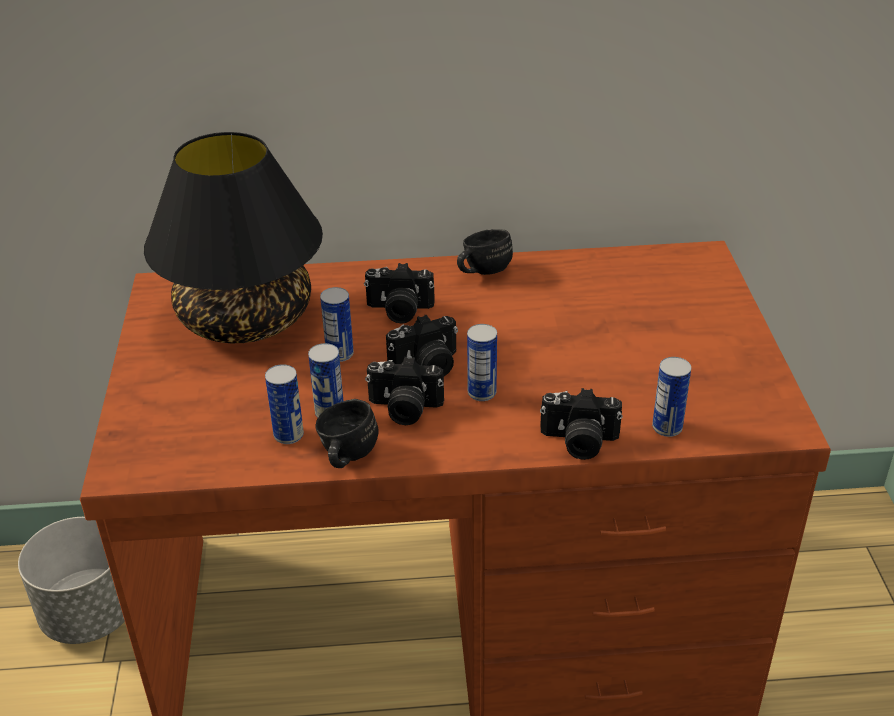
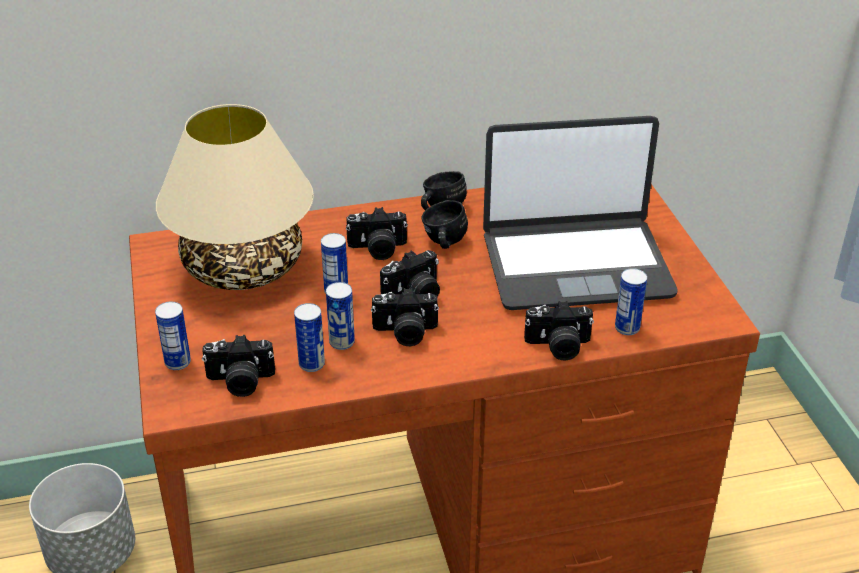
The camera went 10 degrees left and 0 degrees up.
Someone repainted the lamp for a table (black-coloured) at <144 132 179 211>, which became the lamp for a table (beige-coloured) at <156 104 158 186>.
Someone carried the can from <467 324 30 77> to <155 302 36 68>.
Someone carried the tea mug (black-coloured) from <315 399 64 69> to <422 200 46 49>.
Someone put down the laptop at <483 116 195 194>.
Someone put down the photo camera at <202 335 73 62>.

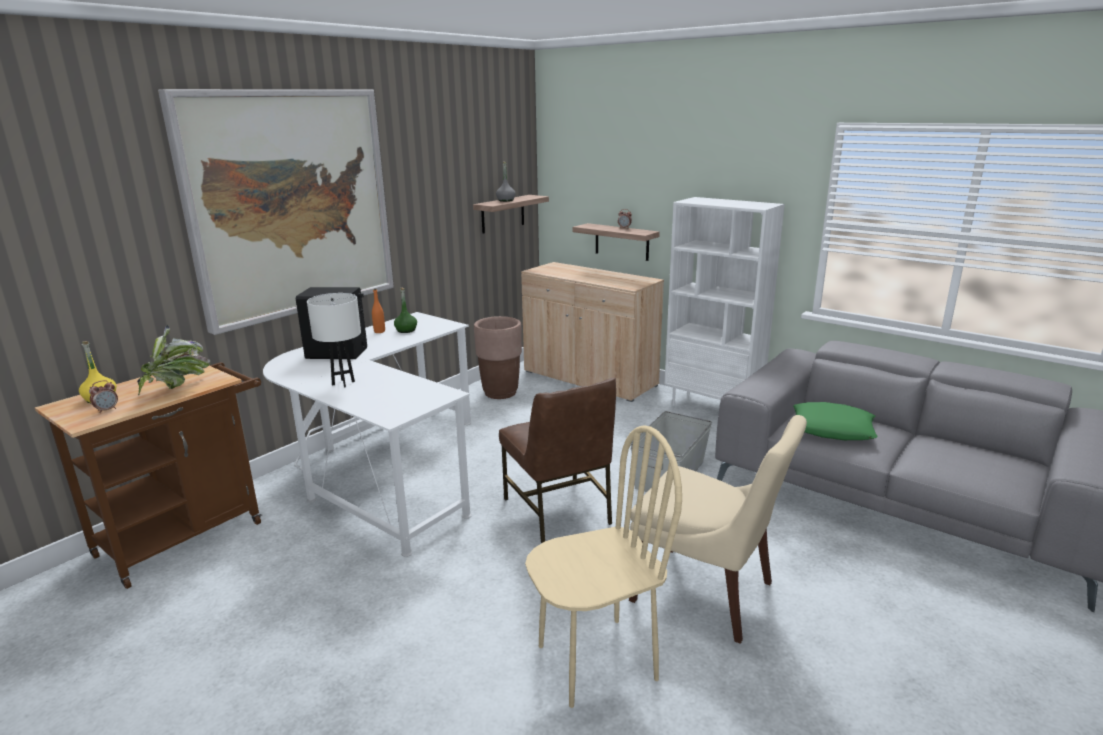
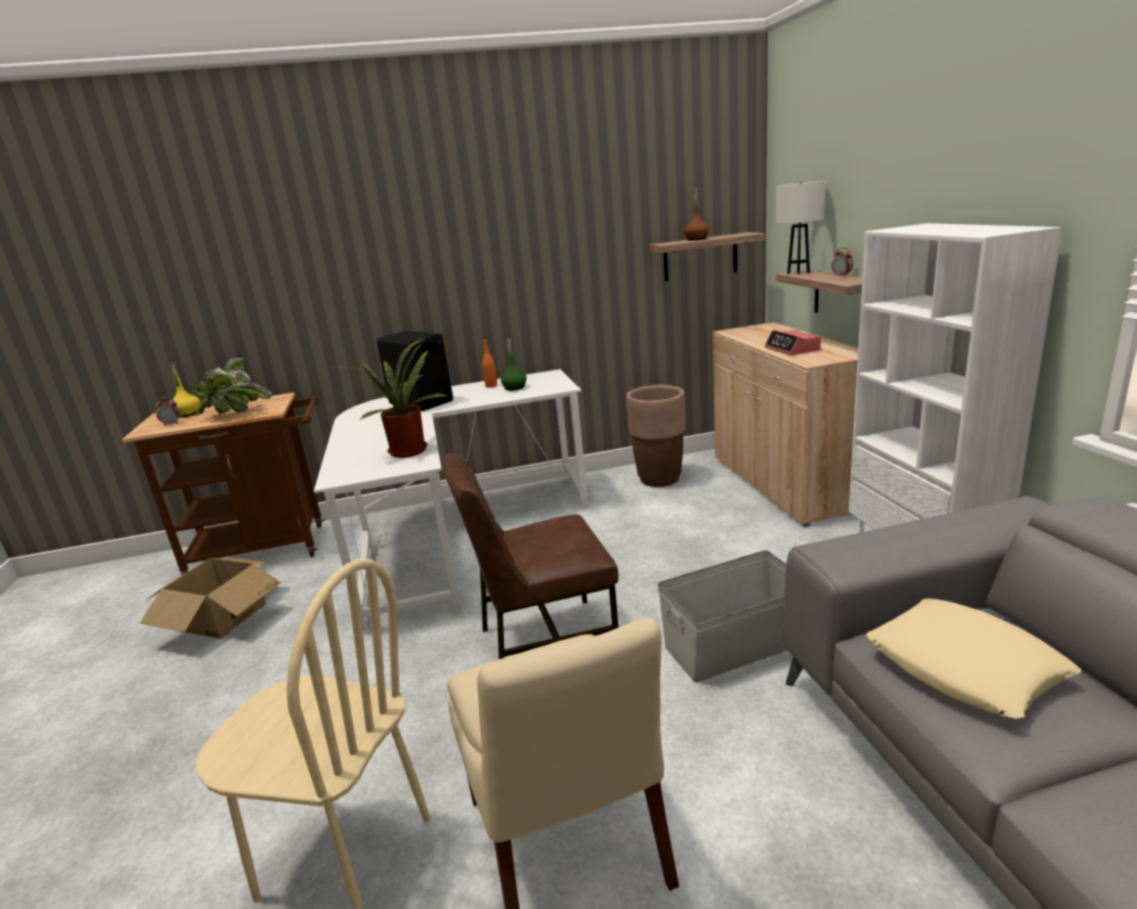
The camera went 40 degrees right and 0 degrees up.
Someone took away the wall picture at <158 89 236 246>.
Someone repainted the beverage bottle (greyish) at <496 162 20 40>, which became the beverage bottle (brown) at <684 188 25 53>.
Someone carried the lamp for a table (white) from <307 293 54 95> to <776 181 50 94>.
Someone rotated the chair (brown) at <499 378 117 165> by 60 degrees clockwise.
Someone repainted the cushion (green) at <793 402 85 38>, which became the cushion (beige-coloured) at <866 599 215 120>.
Someone put down the table clock at <765 329 56 26>.
Someone put down the houseplant at <330 338 119 120>.
Someone put down the cardboard box at <140 558 141 81>.

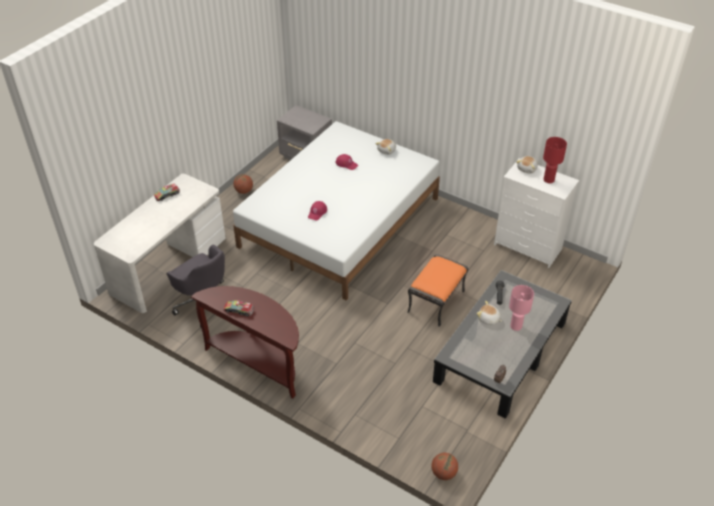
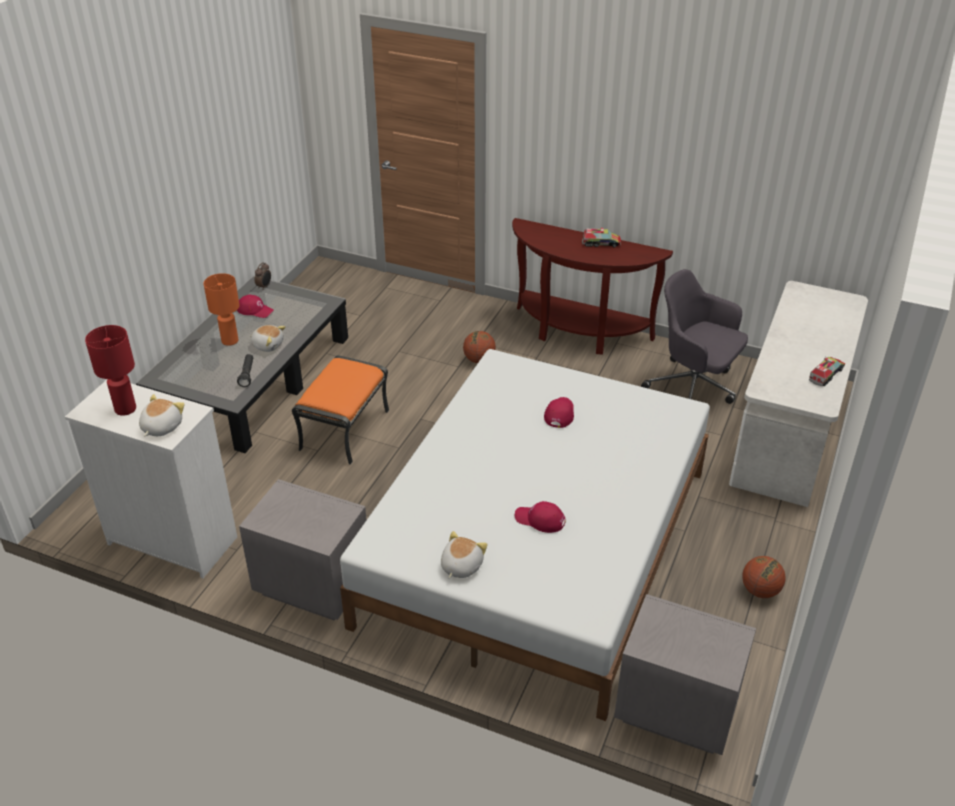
The camera went 170 degrees right and 5 degrees down.
Someone repainted the lamp for a table (pink-coloured) at <509 285 25 46>, which became the lamp for a table (orange-coloured) at <203 273 36 73>.
Someone carried the ball for basketball from <432 453 26 27> to <463 331 33 32>.
Someone put down the baseball cap (red-coloured) at <236 295 38 23>.
Someone put down the nightstand (greyish) at <239 479 127 141>.

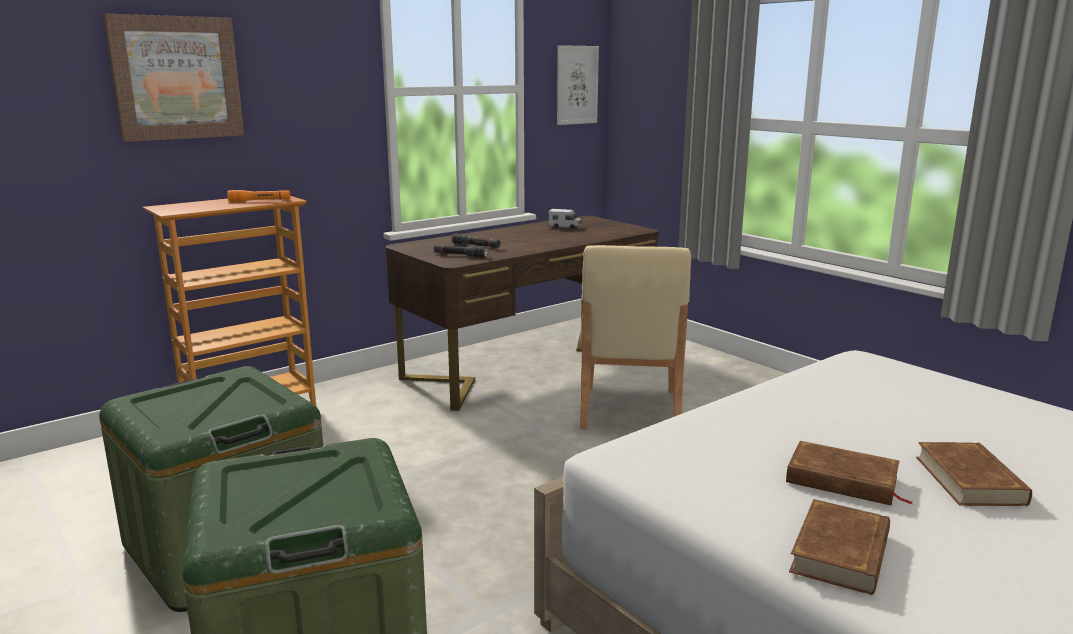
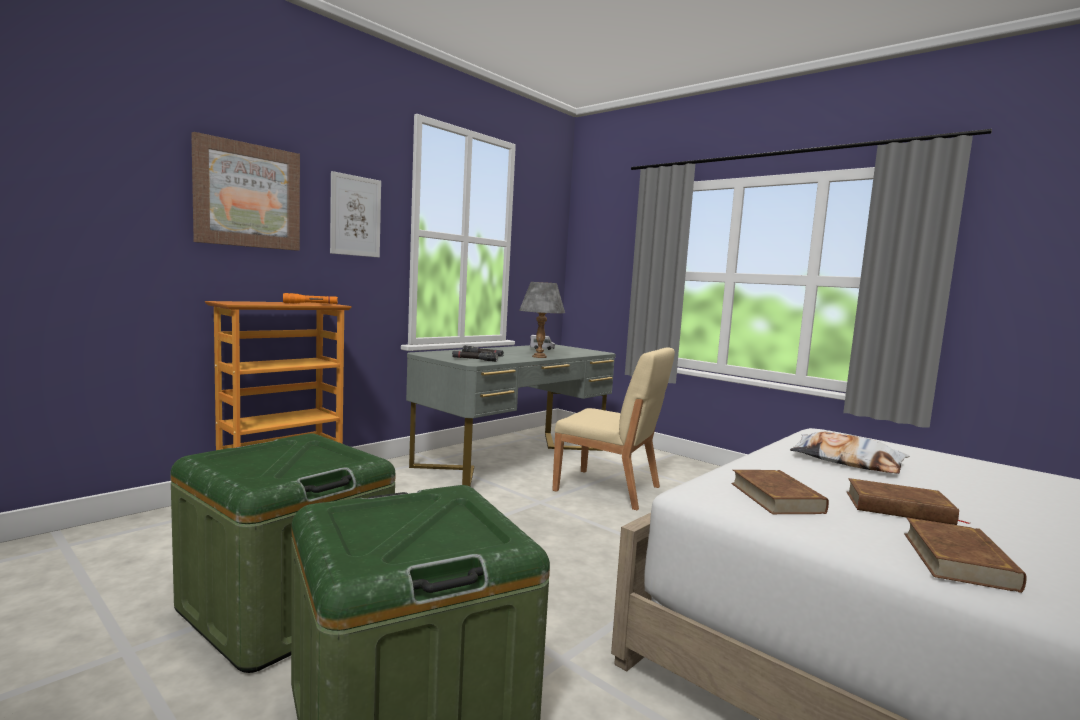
The camera went 10 degrees left and 10 degrees down.
Someone carried the wall picture from <557 45 42 80> to <330 171 51 86>.
Someone repainted the desk table (brown) at <385 216 274 195>, which became the desk table (greyish) at <406 344 210 142>.
Someone rotated the chair (beige-coloured) at <580 245 111 185> by 60 degrees counterclockwise.
Someone carried the bound book (brown) from <916 442 116 64> to <731 470 98 44>.
Someone put down the lamp for a table (greyish) at <519 282 46 76>.
Someone put down the cushion at <790 432 119 42>.

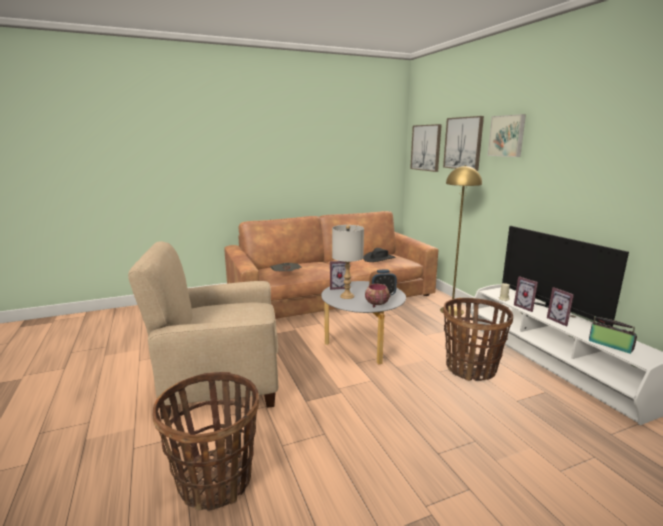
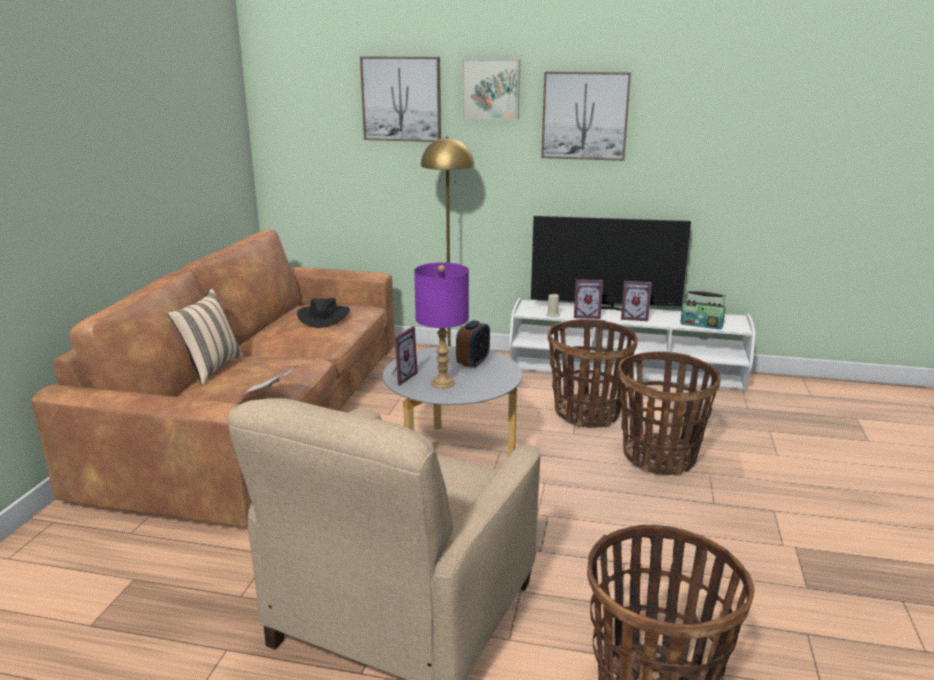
The camera went 55 degrees left and 5 degrees up.
Someone carried the wall picture from <410 124 32 48> to <541 72 90 89>.
Someone repainted the lamp for a table (greyish) at <332 225 32 74>, which became the lamp for a table (purplish) at <414 262 55 127>.
Someone took away the deep dish at <365 284 25 23>.
Someone rotated the radio at <589 316 48 38> by 150 degrees counterclockwise.
Someone put down the cushion (beige-coloured) at <167 289 76 96>.
Someone put down the storage basket at <618 352 103 124>.

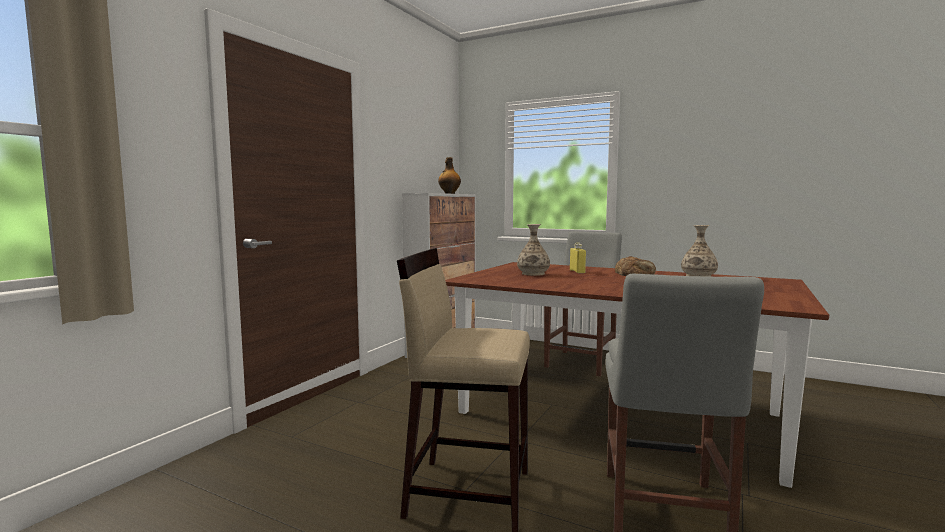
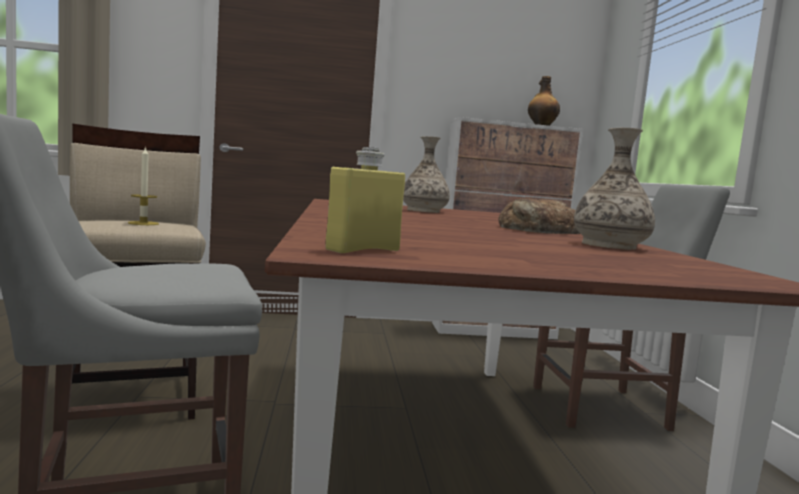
The camera went 55 degrees right and 0 degrees up.
Someone carried the beverage bottle (yellow-coloured) from <570 243 16 30> to <325 147 80 106>.
Someone put down the wax candle at <128 146 31 79>.

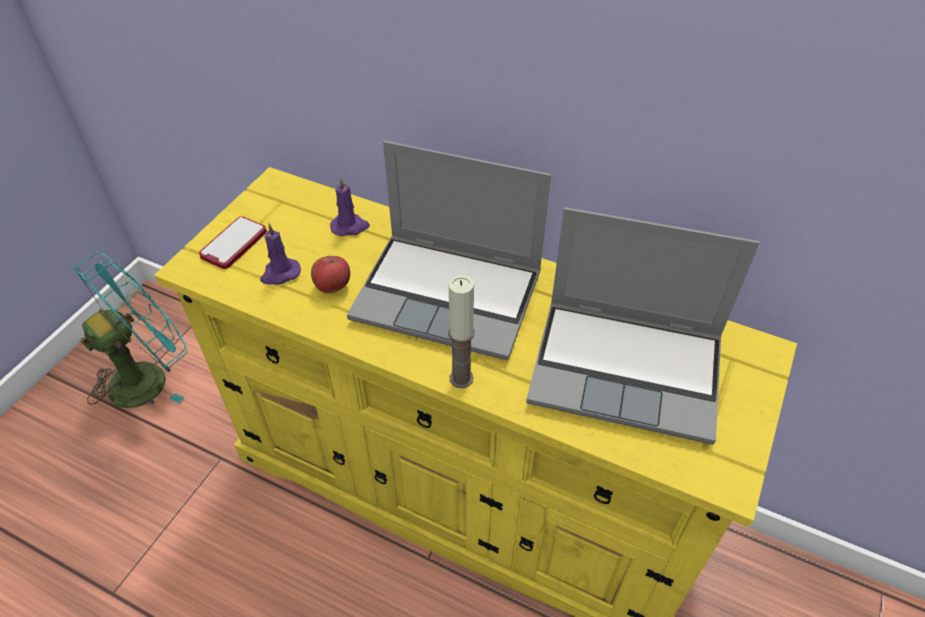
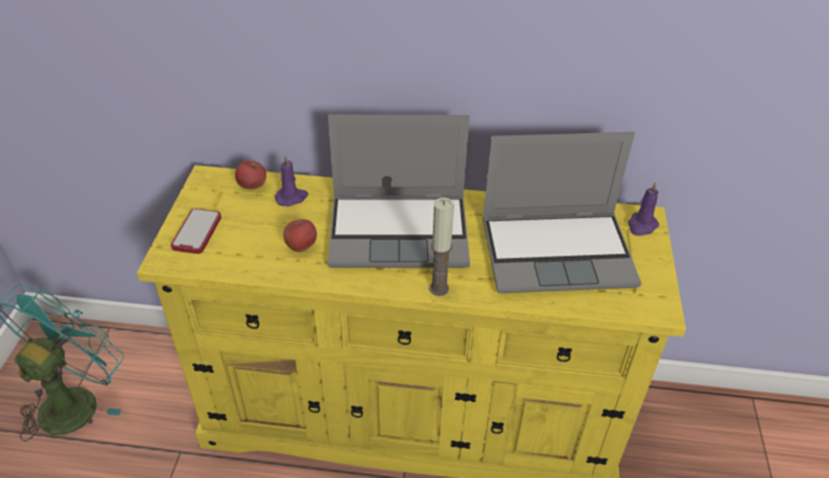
The camera went 20 degrees left and 5 degrees down.
Someone carried the wax candle (purplish) from <260 223 41 62> to <628 182 31 54>.
Someone put down the apple fruit at <235 160 31 29>.

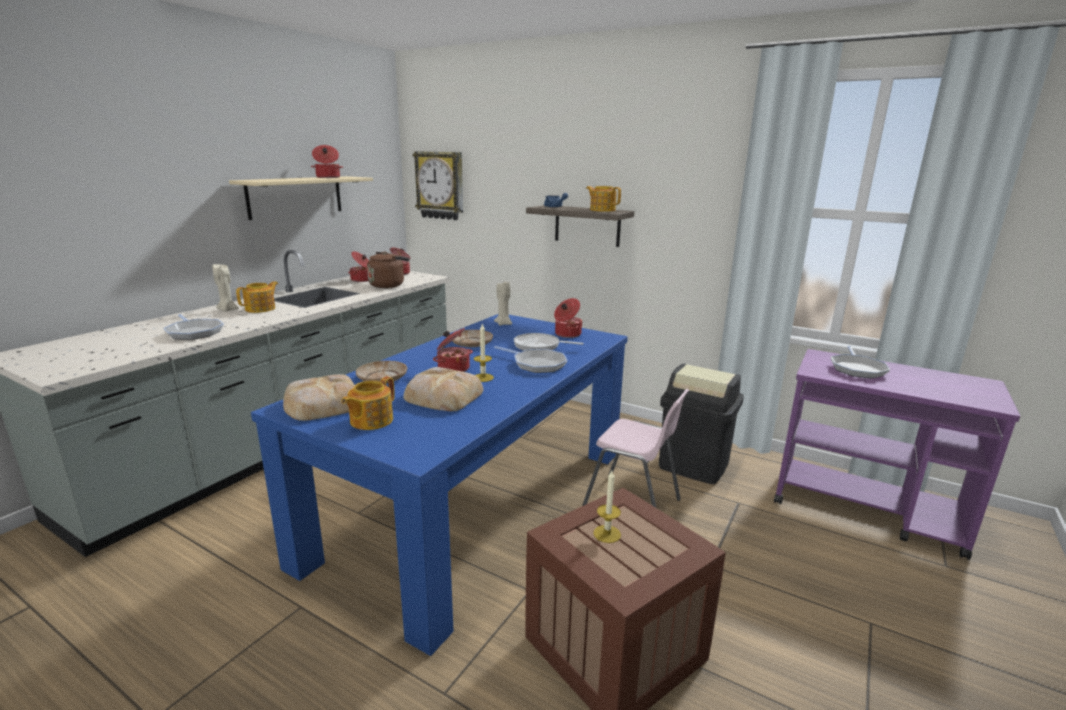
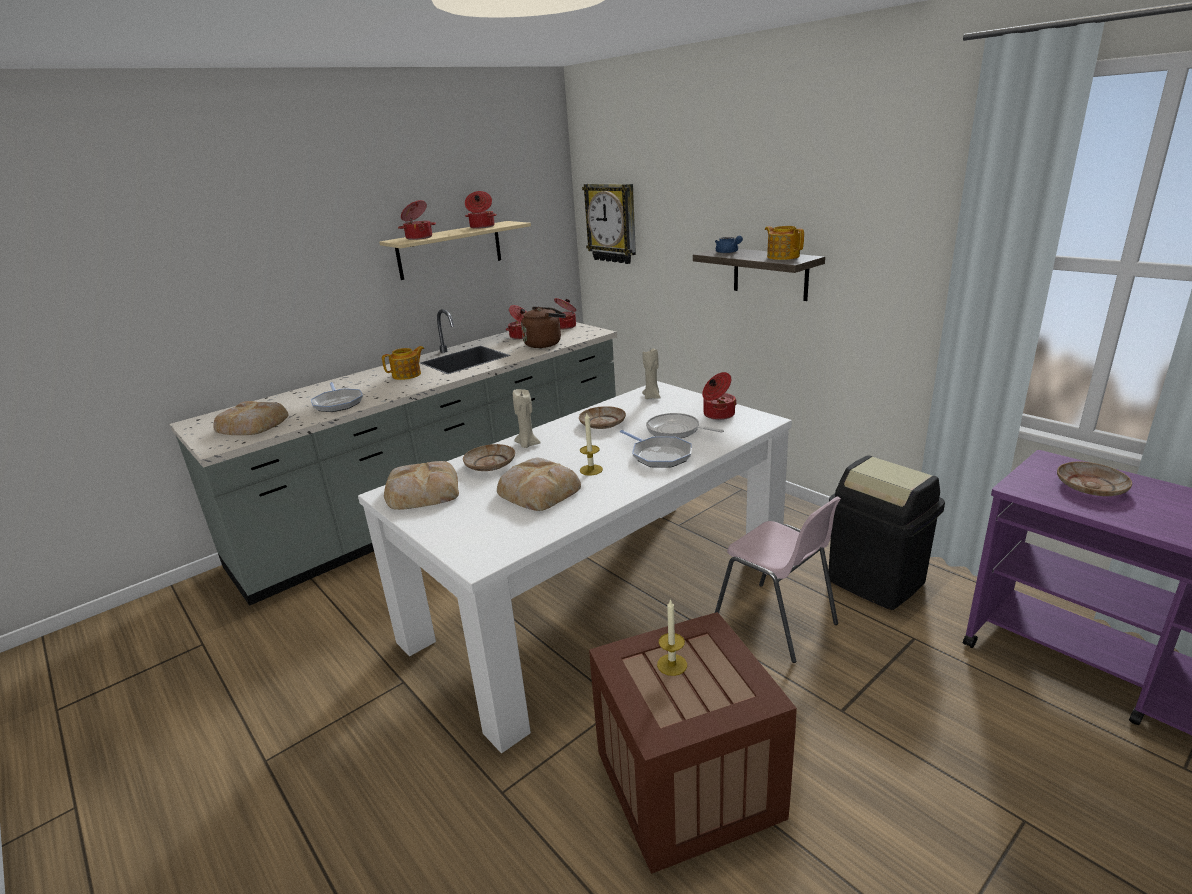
The camera went 20 degrees right and 5 degrees up.
Someone carried the wax candle (beige-coloured) from <212 264 27 47> to <513 389 28 59>.
Someone repainted the dinner table (blue) at <251 314 377 342>, which became the dinner table (white) at <358 381 434 372>.
Someone carried the saucepot from <433 328 40 44> to <398 200 38 40>.
Someone swapped the skillet at <831 346 59 32> for the plate (beige-coloured) at <1057 462 75 34>.
Someone took away the teapot at <342 376 53 54>.
Someone put down the bread at <213 401 75 34>.

